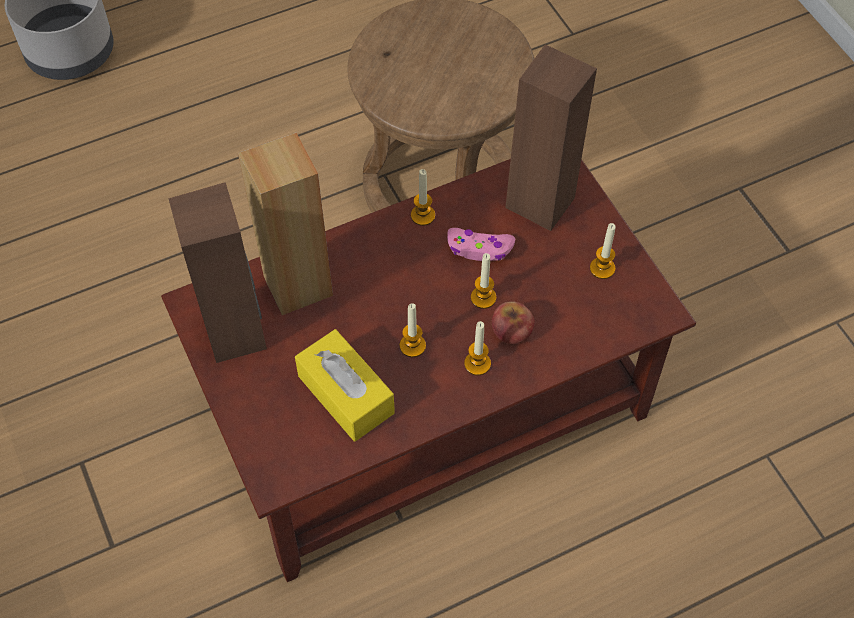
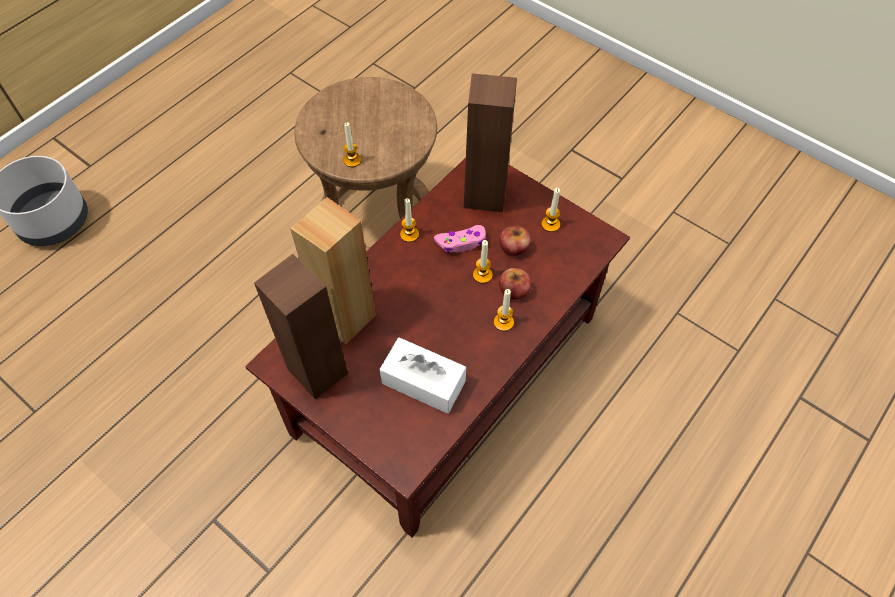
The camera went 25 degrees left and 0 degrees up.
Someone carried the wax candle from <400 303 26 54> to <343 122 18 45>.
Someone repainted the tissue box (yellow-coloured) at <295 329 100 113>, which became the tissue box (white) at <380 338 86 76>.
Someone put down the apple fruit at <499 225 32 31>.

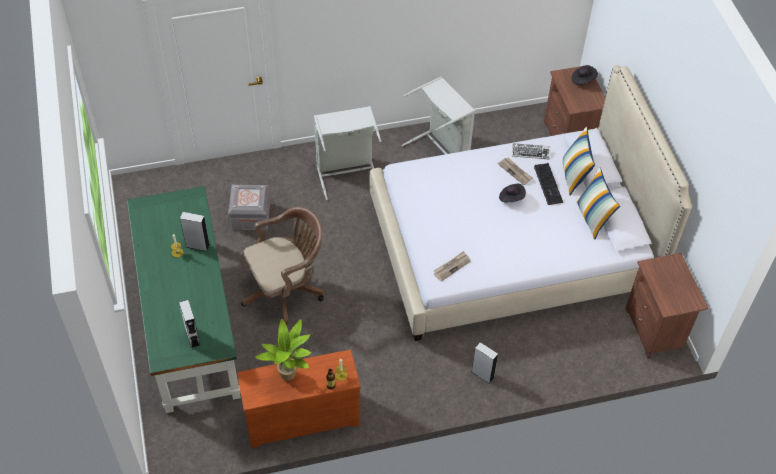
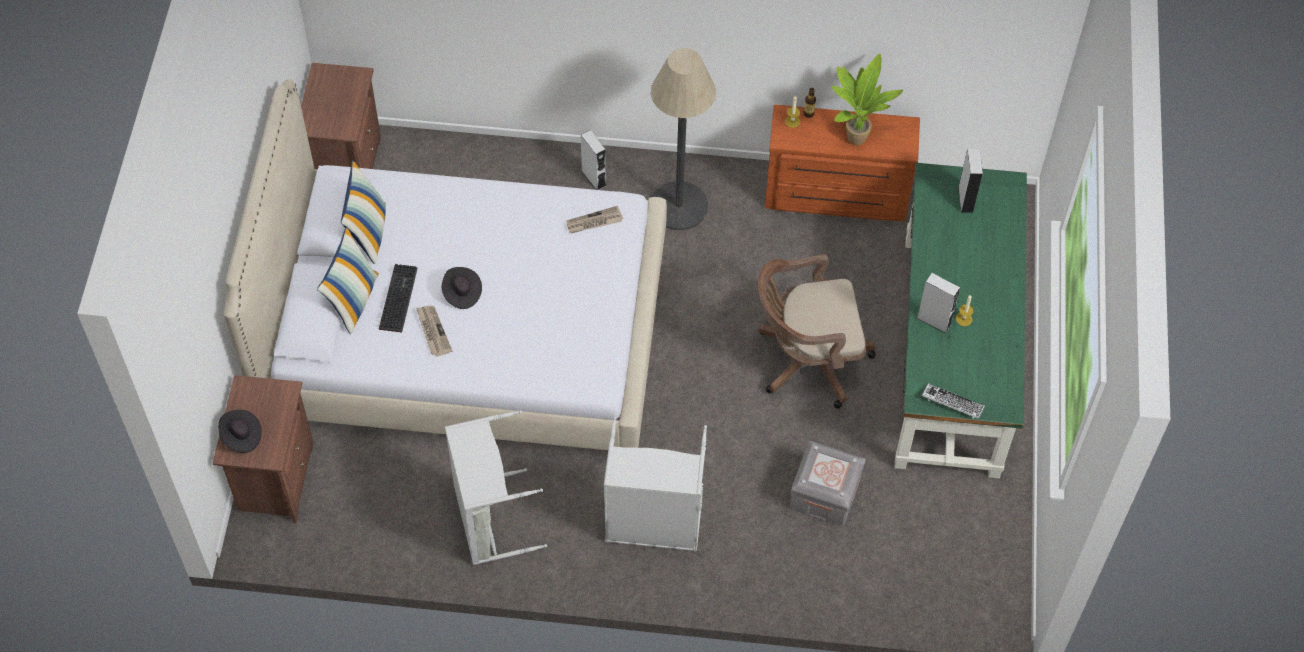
The camera went 160 degrees left and 5 degrees up.
Someone carried the keyboard from <512 143 38 17> to <922 383 63 36>.
Someone put down the standing lamp at <651 48 65 182>.

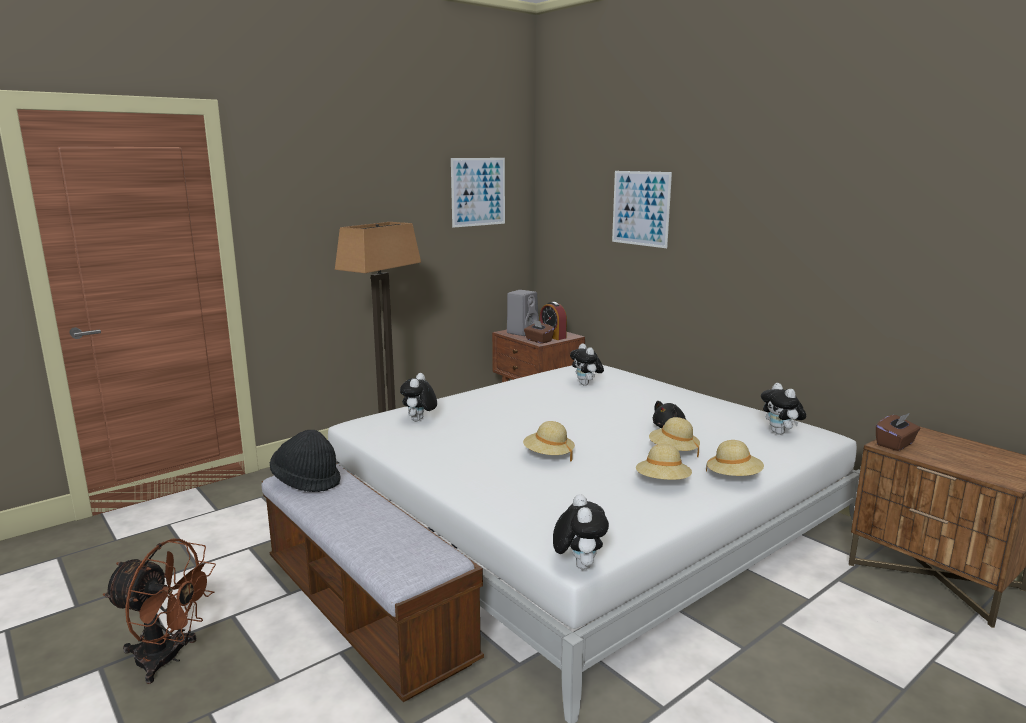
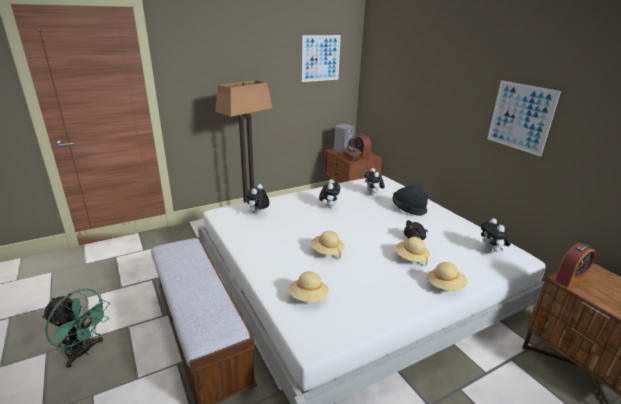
The camera went 10 degrees right and 10 degrees up.
Someone carried the wall picture from <612 171 60 77> to <487 80 74 76>.
Someone swapped the tissue box (brown) at <876 413 45 38> for the table clock at <555 243 41 45>.
Someone carried the wearable hat (black-coloured) from <270 430 71 62> to <392 184 36 32>.
Someone carried the wearable hat (beige-coloured) from <636 444 56 36> to <289 271 39 31>.
Someone carried the soft toy from <553 494 56 76> to <319 179 21 29>.
Someone repainted the electric fan (brown) at <103 539 113 145>, which became the electric fan (green) at <42 289 68 79>.

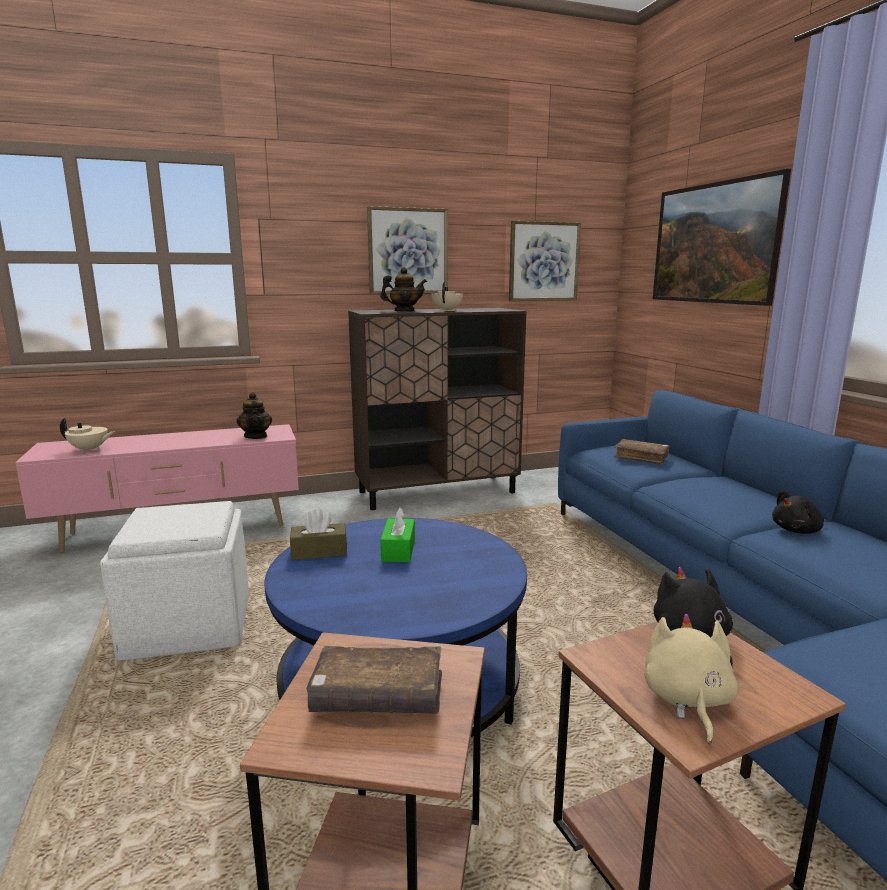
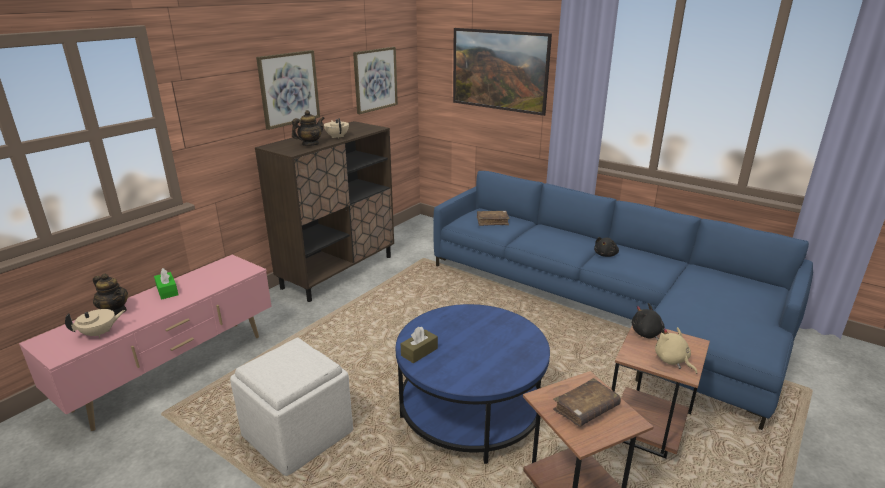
The camera went 35 degrees left and 10 degrees up.
Someone carried the teapot from <237 392 35 47> to <93 273 35 42>.
Someone carried the tissue box (green) from <380 507 35 55> to <154 268 24 32>.

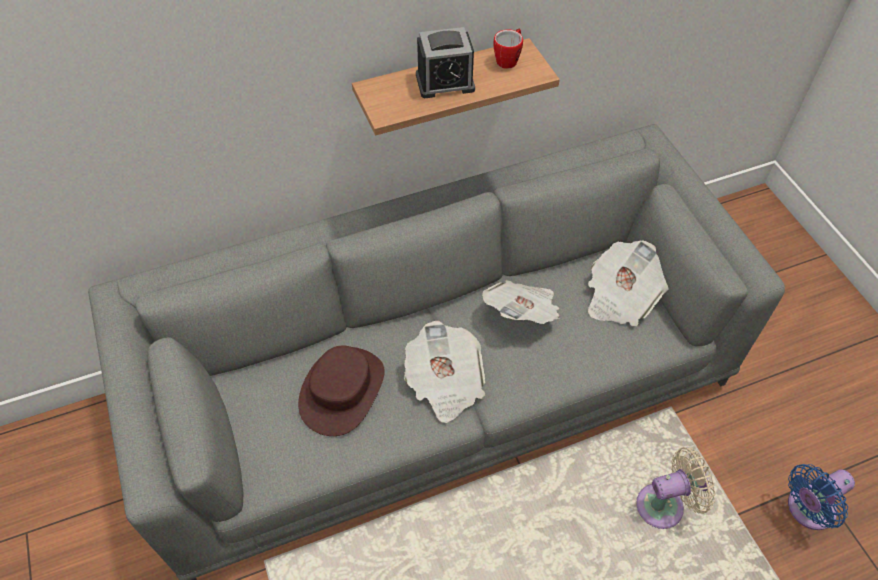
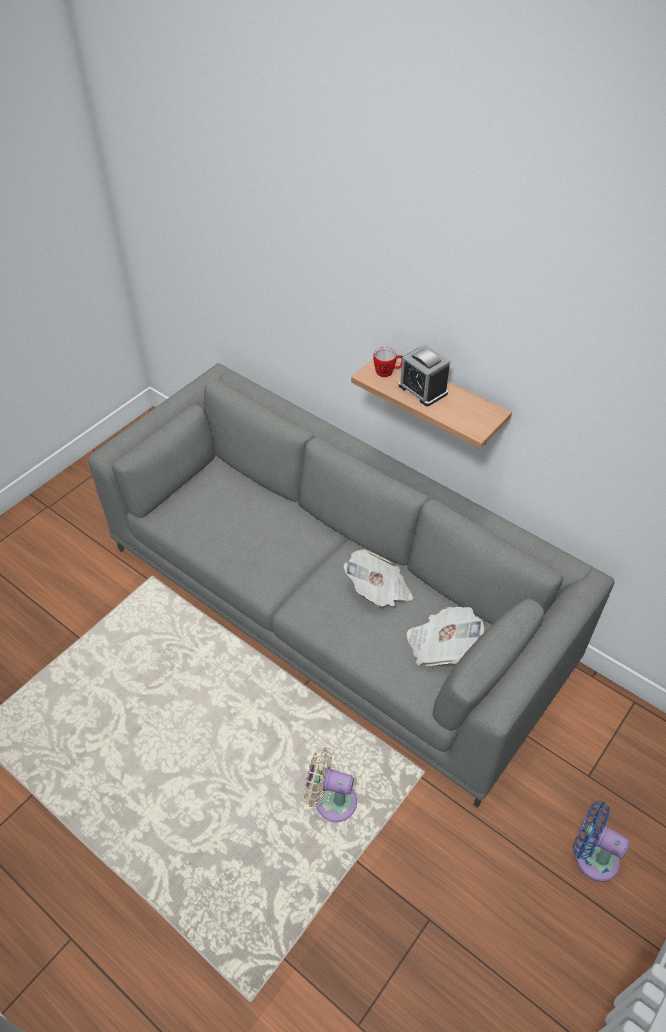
The camera went 60 degrees right and 5 degrees down.
Someone carried the tea mug from <493 29 30 40> to <373 347 30 30>.
Someone took away the daily paper at <404 321 81 102>.
Someone took away the wearable hat (brown) at <298 345 87 91>.
Someone rotated the electric fan (beige-coloured) at <636 447 79 82> by 150 degrees clockwise.
Someone carried the electric fan (blue) from <788 464 67 66> to <572 801 58 81>.

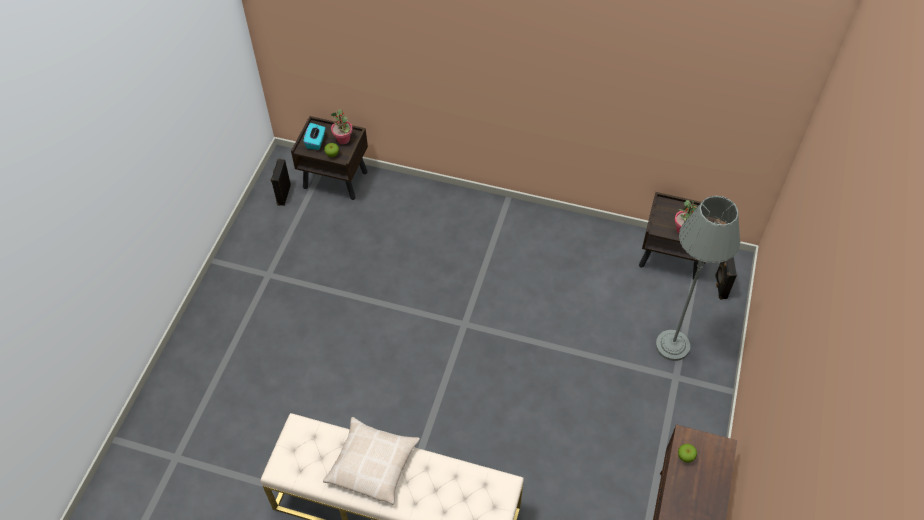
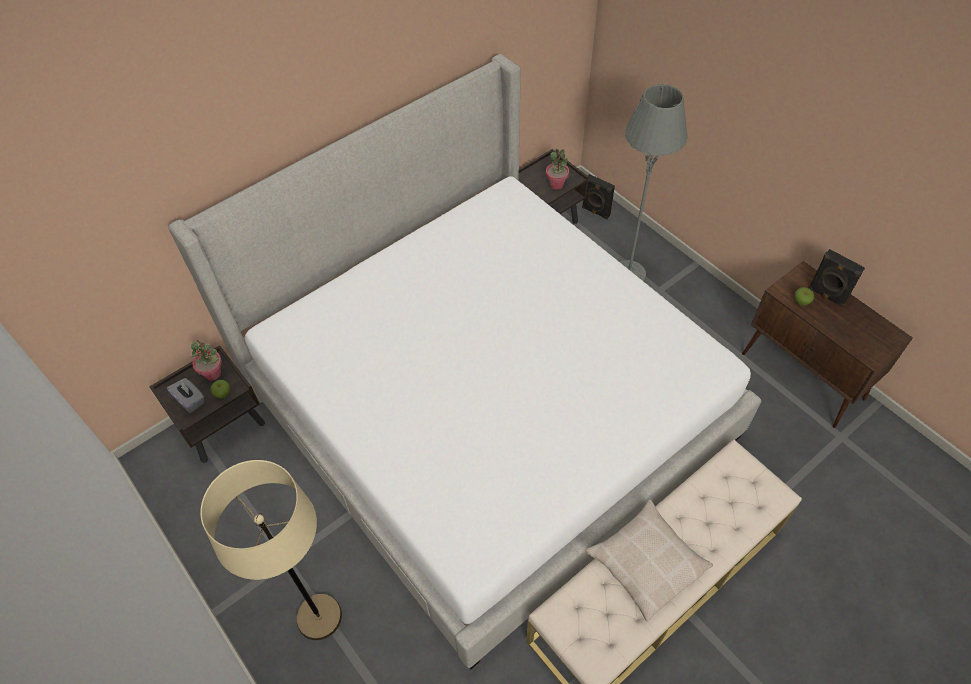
The camera went 55 degrees left and 0 degrees up.
Someone repainted the tissue box (blue-green) at <304 123 21 27>, which became the tissue box (greyish) at <167 378 37 35>.
Someone carried the audio speaker (black-coloured) from <271 158 20 48> to <808 249 57 58>.
Someone put down the bed at <168 54 593 616>.
Someone put down the standing lamp (beige-coloured) at <200 460 142 180>.

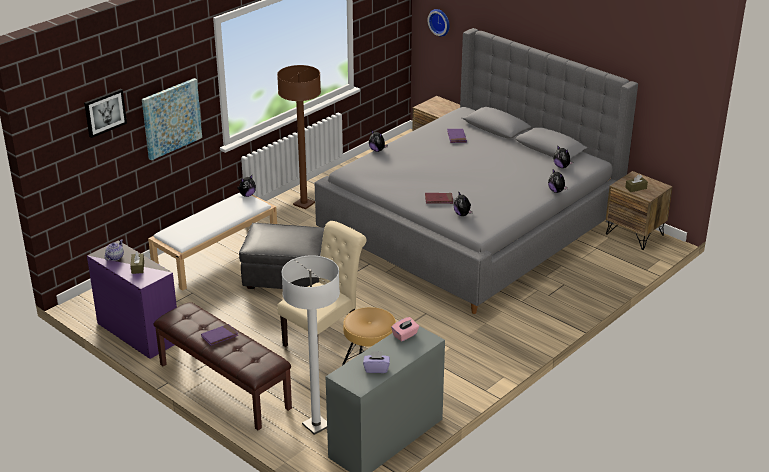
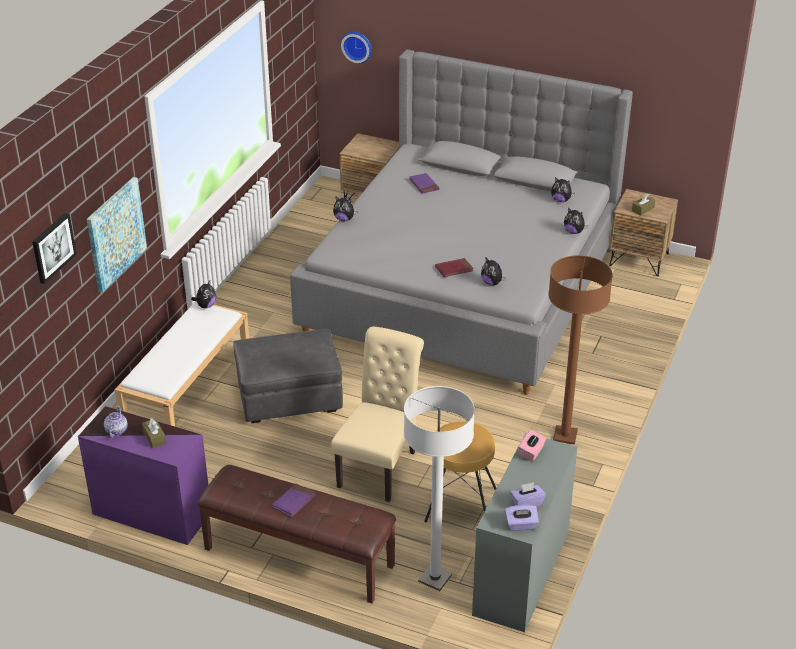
The camera went 20 degrees left and 5 degrees up.
Someone carried the standing lamp (brown) from <277 65 44 144> to <548 255 65 190>.
Someone put down the tissue box (purplish) at <505 505 34 26>.

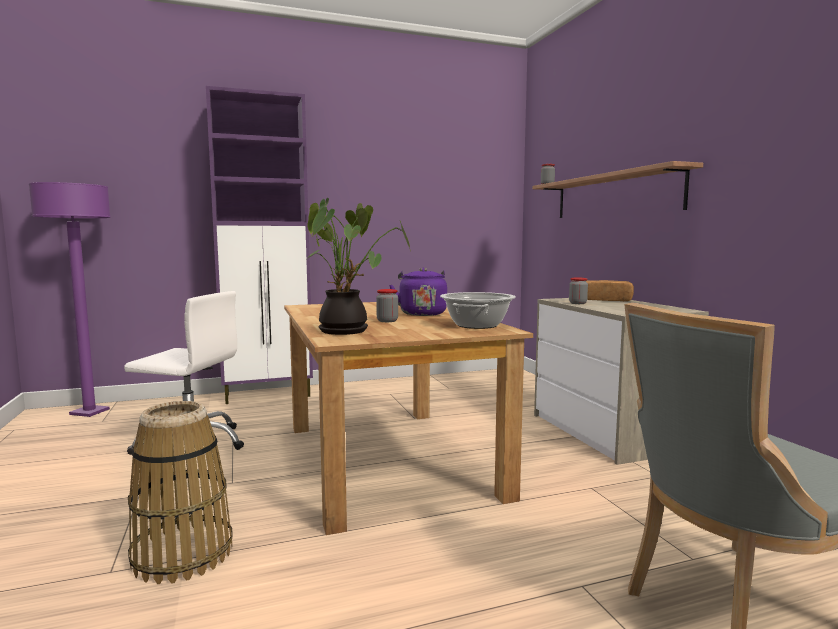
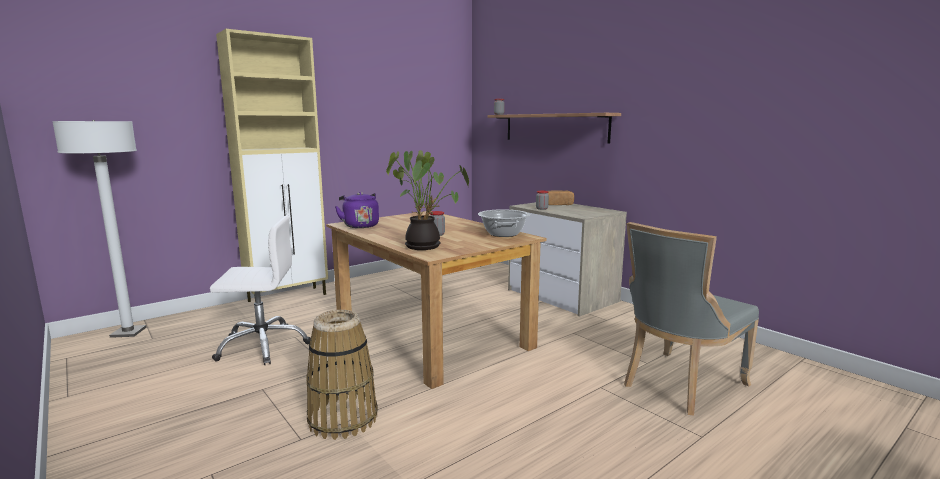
The camera went 20 degrees left and 5 degrees up.
Someone repainted the cupboard (purplish) at <206 86 107 318>, which became the cupboard (beige-coloured) at <216 29 112 273>.
Someone repainted the standing lamp (purplish) at <29 182 82 235>, which became the standing lamp (white) at <52 120 95 218>.
Someone carried the tea kettle (purplish) from <389 268 58 48> to <335 192 44 36>.

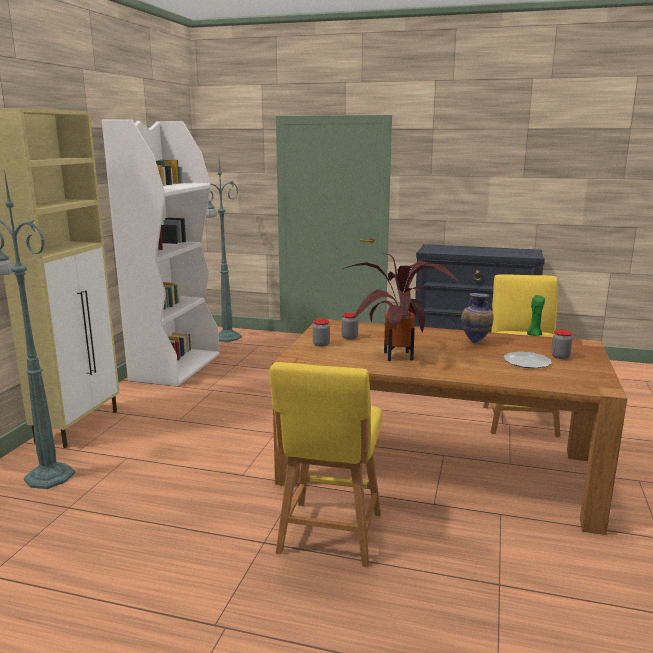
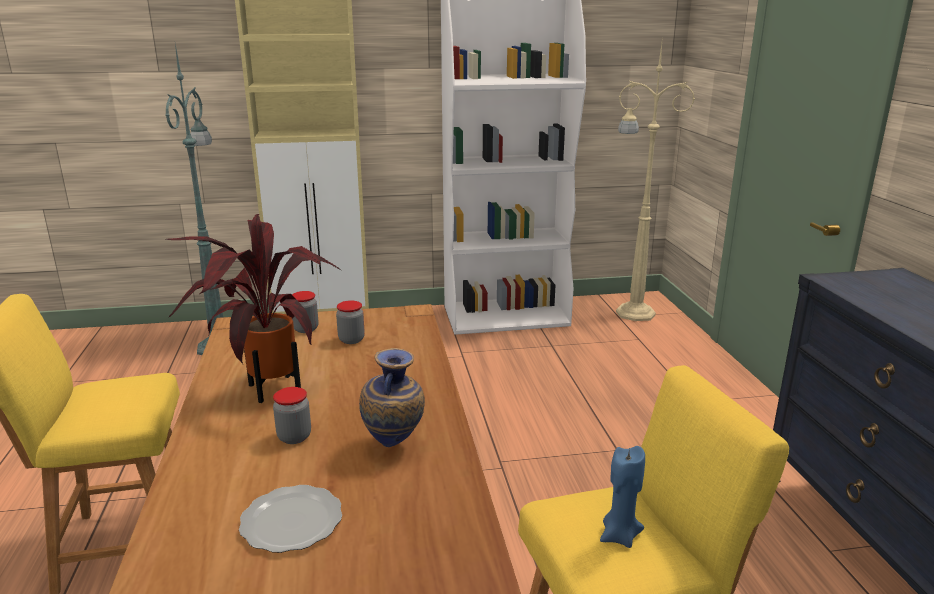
The camera went 65 degrees right and 5 degrees up.
Someone repainted the standing lamp (green) at <206 161 36 181>, which became the standing lamp (beige-coloured) at <616 36 79 285>.
Someone repainted the wax candle (green) at <527 295 18 41>, which became the wax candle (blue) at <600 446 45 102>.
Someone carried the jar from <551 330 22 29> to <273 387 38 57>.

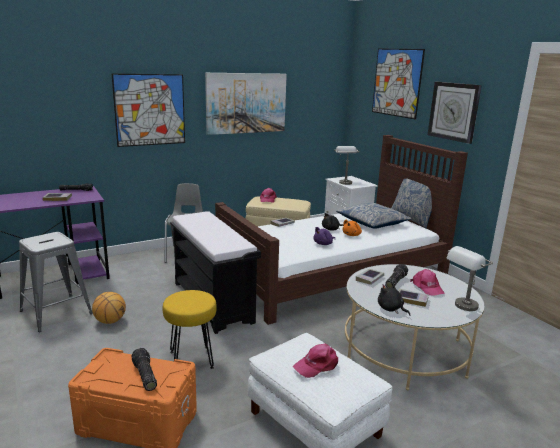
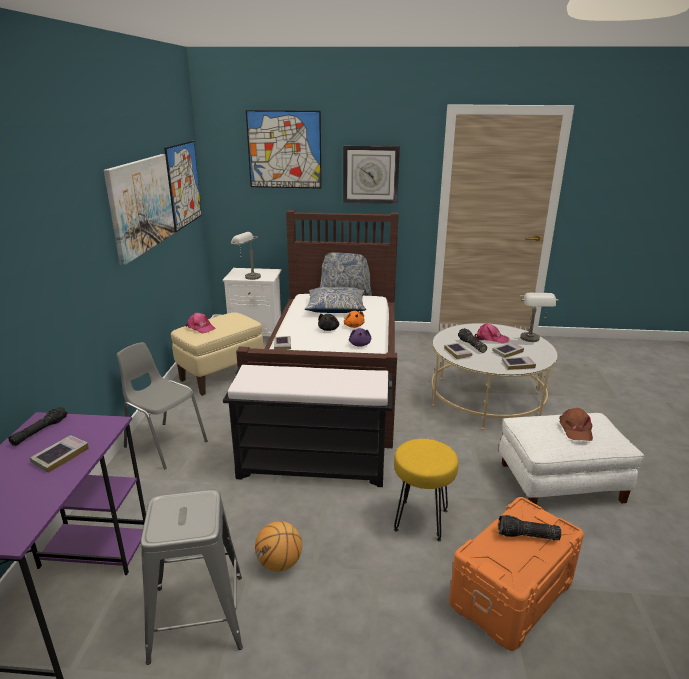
The camera went 55 degrees left and 5 degrees up.
Someone carried the wall picture from <111 73 74 74> to <164 141 38 91>.
Someone swapped the soft toy (black-coloured) at <378 283 32 33> for the bound book at <502 356 34 14>.
Someone repainted the baseball cap (pink-coloured) at <293 343 45 35>, which became the baseball cap (brown) at <559 408 34 33>.

